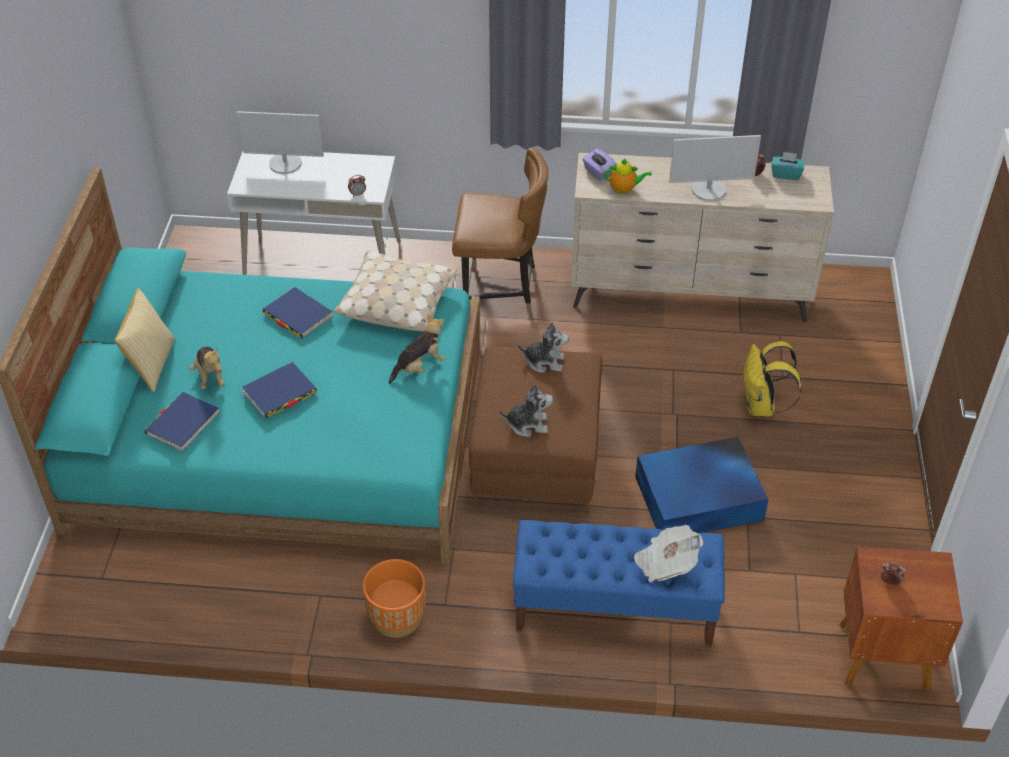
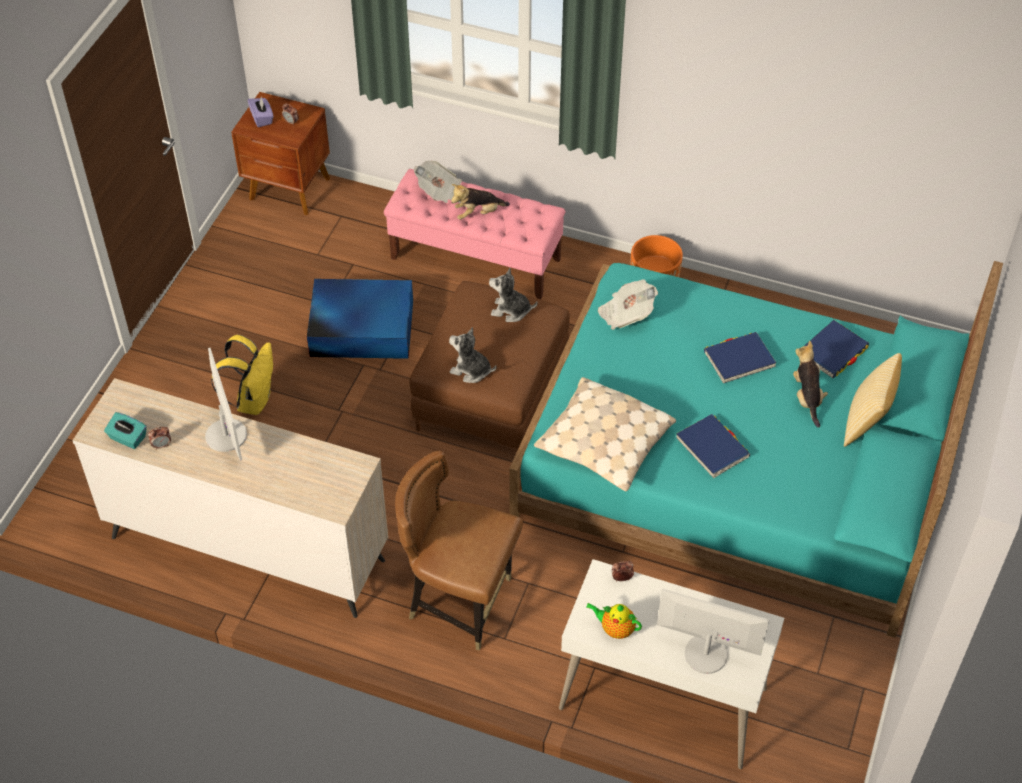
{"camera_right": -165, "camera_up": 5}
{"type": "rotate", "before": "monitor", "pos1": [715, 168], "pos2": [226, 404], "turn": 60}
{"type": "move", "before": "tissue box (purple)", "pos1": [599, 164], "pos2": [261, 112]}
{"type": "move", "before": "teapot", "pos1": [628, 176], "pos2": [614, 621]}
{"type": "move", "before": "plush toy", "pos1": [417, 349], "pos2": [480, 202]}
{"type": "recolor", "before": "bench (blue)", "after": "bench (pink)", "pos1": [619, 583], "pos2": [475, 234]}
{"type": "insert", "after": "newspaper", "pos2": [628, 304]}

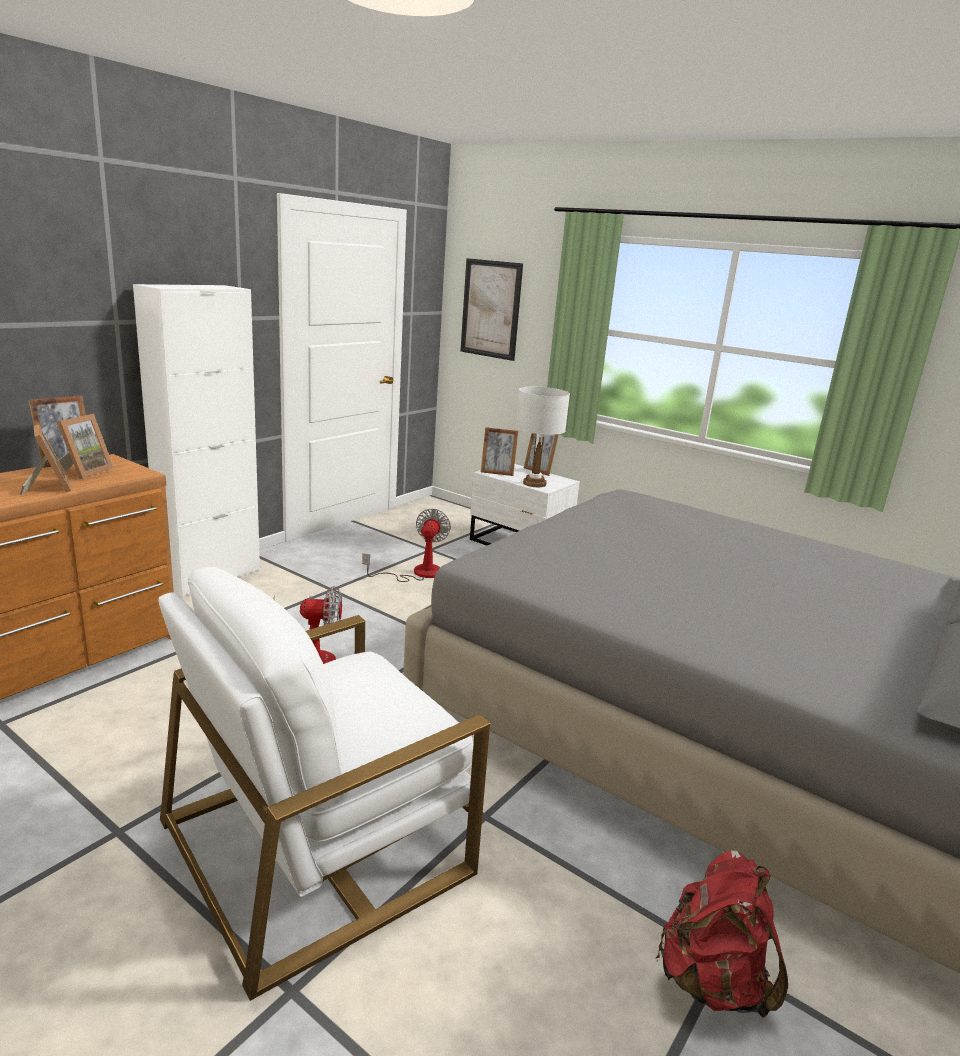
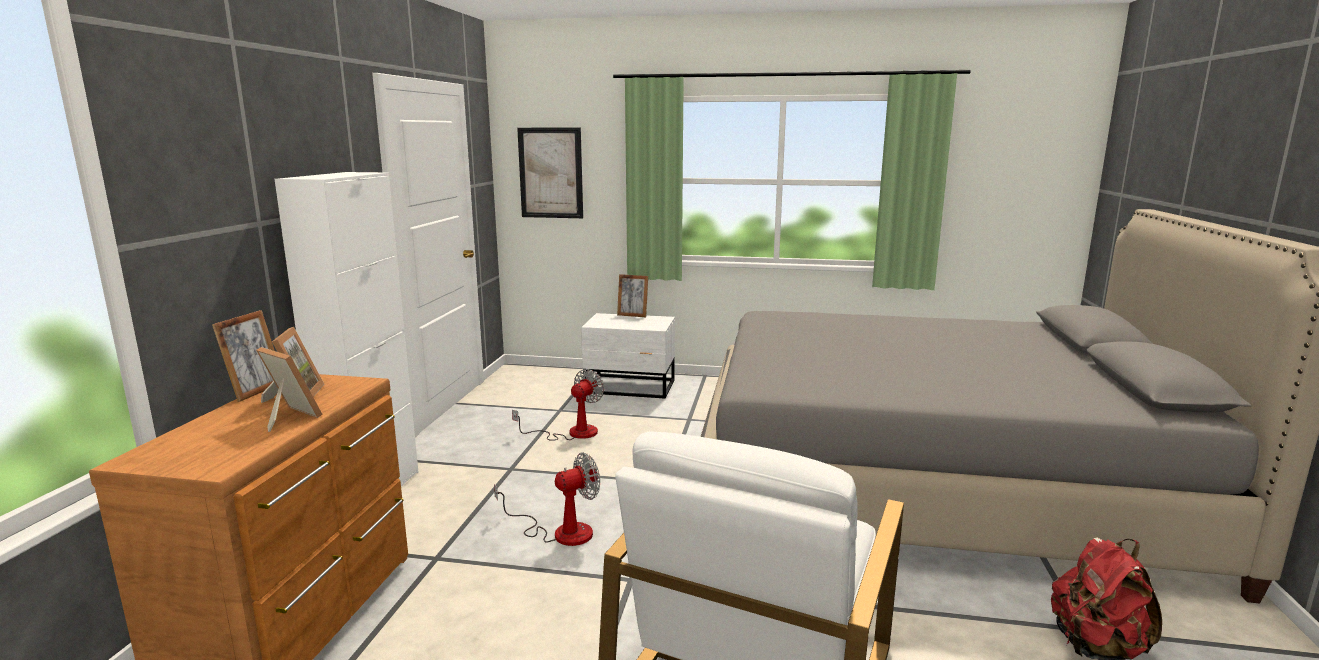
{"camera_right": -25, "camera_up": -5}
{"type": "delete", "before": "table lamp (white)", "pos1": [543, 437]}
{"type": "delete", "before": "picture frame", "pos1": [499, 451]}
{"type": "rotate", "before": "fan", "pos1": [406, 545], "pos2": [558, 405], "turn": 45}

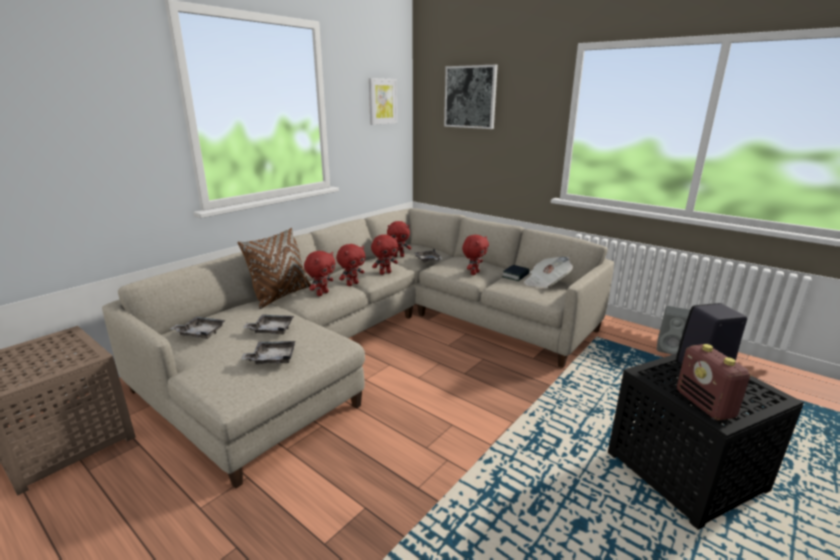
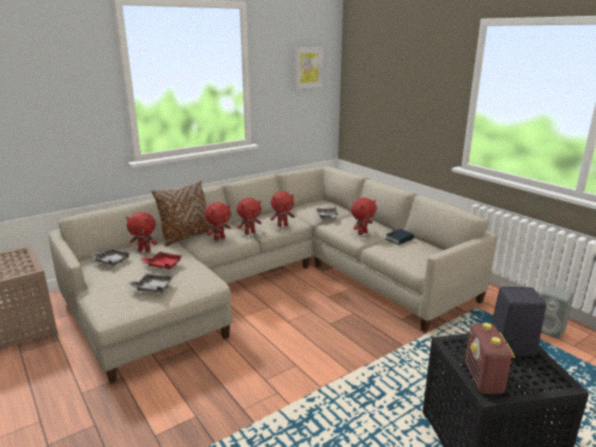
{"camera_right": 15, "camera_up": 0}
{"type": "delete", "before": "picture", "pos1": [471, 97]}
{"type": "move", "before": "plush toy (red)", "pos1": [399, 239], "pos2": [141, 232]}
{"type": "delete", "before": "newspaper", "pos1": [548, 272]}
{"type": "recolor", "before": "tray (grey)", "after": "tray (red)", "pos1": [268, 324], "pos2": [161, 261]}

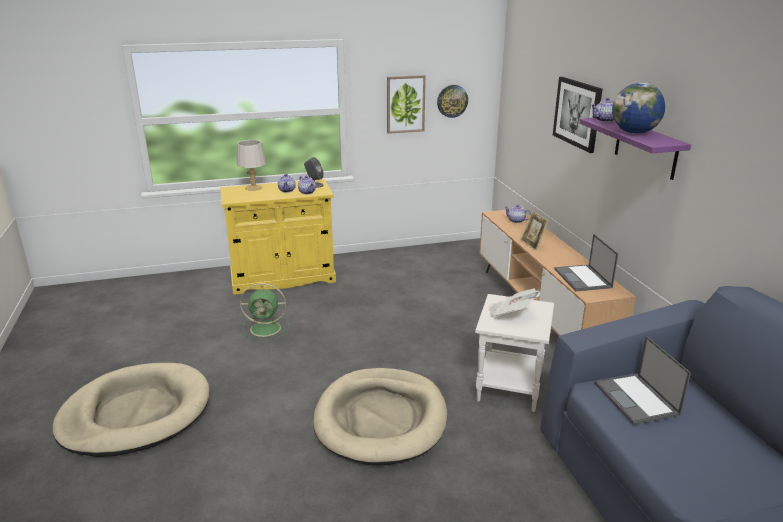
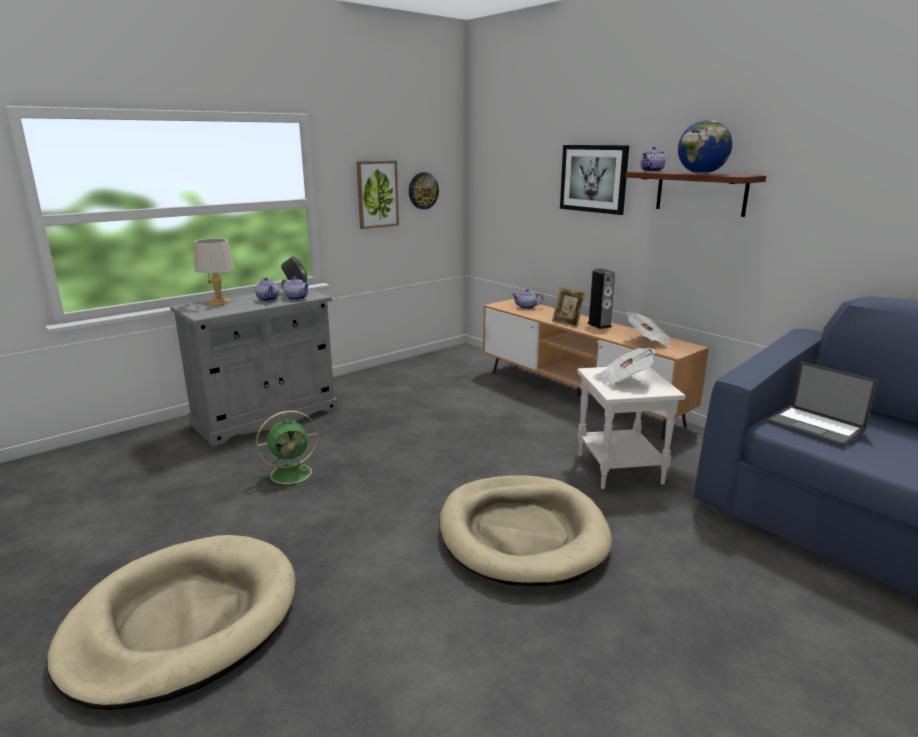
{"camera_right": -25, "camera_up": -5}
{"type": "recolor", "before": "shelf (purple)", "after": "shelf (brown)", "pos1": [635, 149], "pos2": [695, 194]}
{"type": "recolor", "before": "cabinet (yellow)", "after": "cabinet (grey)", "pos1": [278, 237], "pos2": [254, 367]}
{"type": "replace", "before": "laptop", "after": "newspaper", "pos1": [586, 262], "pos2": [648, 329]}
{"type": "insert", "after": "speaker", "pos2": [601, 298]}

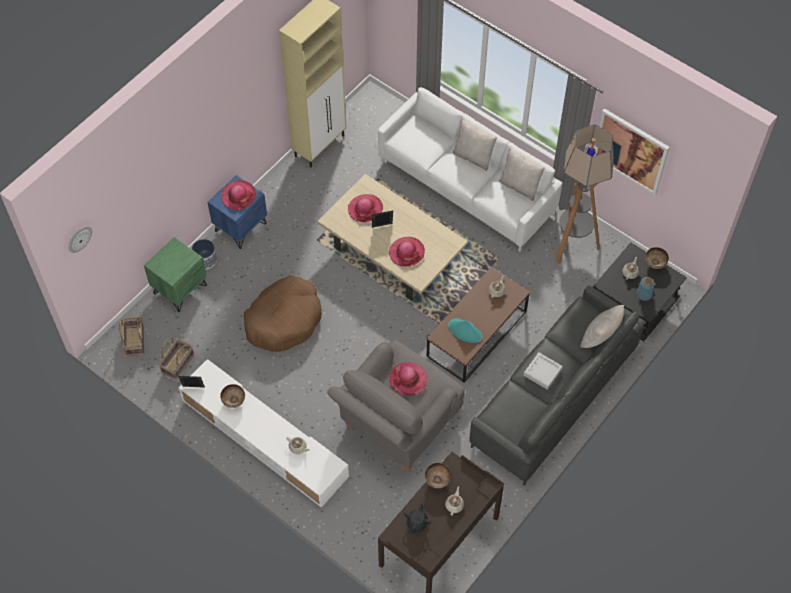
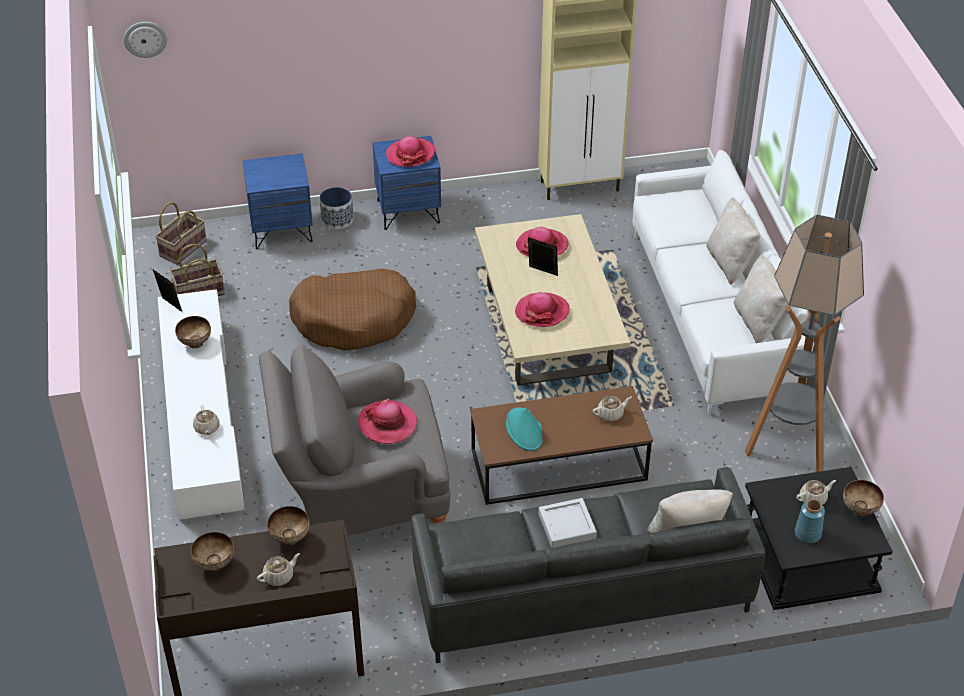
{"camera_right": 40, "camera_up": -15}
{"type": "delete", "before": "picture", "pos1": [632, 152]}
{"type": "recolor", "before": "nightstand (green)", "after": "nightstand (blue)", "pos1": [175, 274], "pos2": [278, 201]}
{"type": "replace", "before": "teapot (black)", "after": "bowl", "pos1": [417, 518], "pos2": [212, 551]}

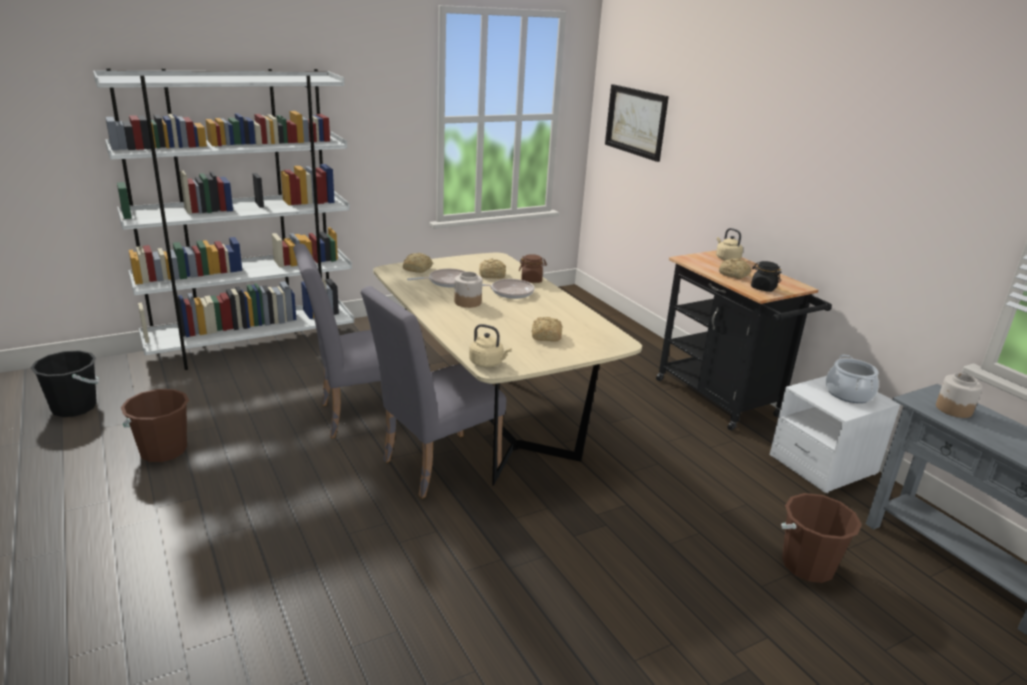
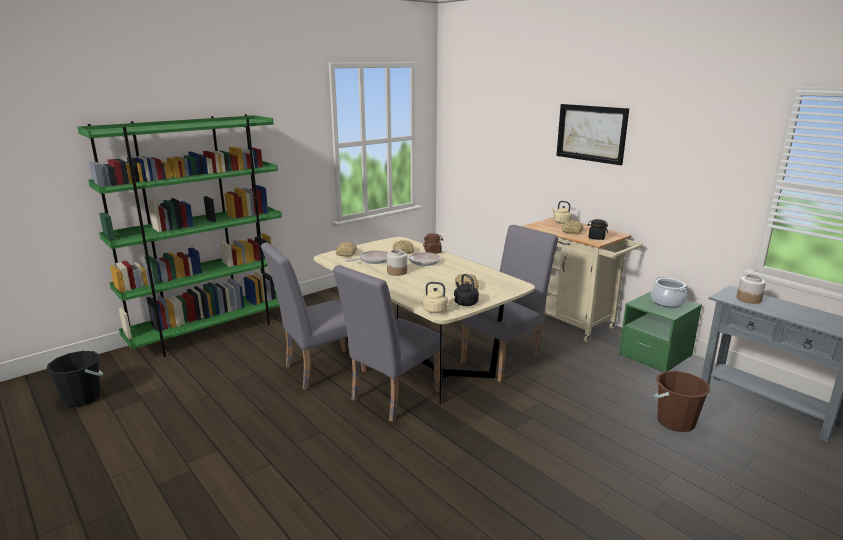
{"camera_right": -10, "camera_up": -5}
{"type": "recolor", "before": "bookcase (white)", "after": "bookcase (green)", "pos1": [223, 219], "pos2": [180, 235]}
{"type": "move", "before": "picture", "pos1": [637, 123], "pos2": [592, 134]}
{"type": "recolor", "before": "cart (black)", "after": "cart (beige)", "pos1": [744, 340], "pos2": [583, 279]}
{"type": "recolor", "before": "nightstand (white)", "after": "nightstand (green)", "pos1": [835, 434], "pos2": [660, 332]}
{"type": "delete", "before": "bucket (brown)", "pos1": [155, 425]}
{"type": "insert", "after": "chair (grey)", "pos2": [509, 303]}
{"type": "insert", "after": "kettle (black)", "pos2": [466, 290]}

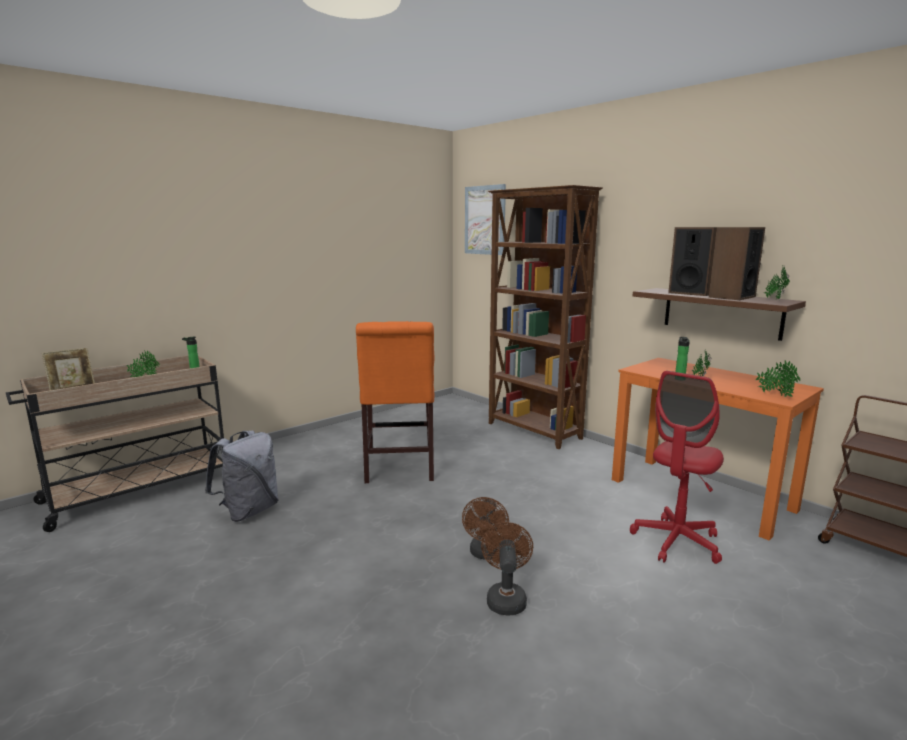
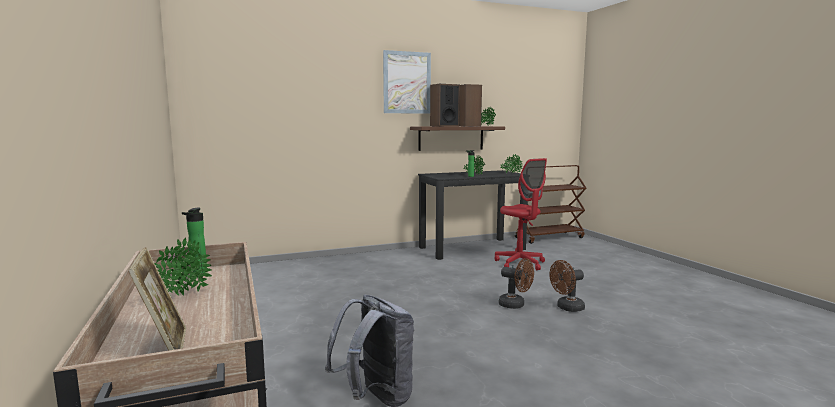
{"camera_right": -70, "camera_up": -5}
{"type": "move", "before": "picture", "pos1": [485, 219], "pos2": [407, 82]}
{"type": "delete", "before": "bookcase (brown)", "pos1": [545, 317]}
{"type": "delete", "before": "chair (orange)", "pos1": [395, 402]}
{"type": "recolor", "before": "desk (orange)", "after": "desk (black)", "pos1": [718, 449], "pos2": [473, 215]}
{"type": "rotate", "before": "fan (brown)", "pos1": [507, 568], "pos2": [567, 286], "turn": -45}

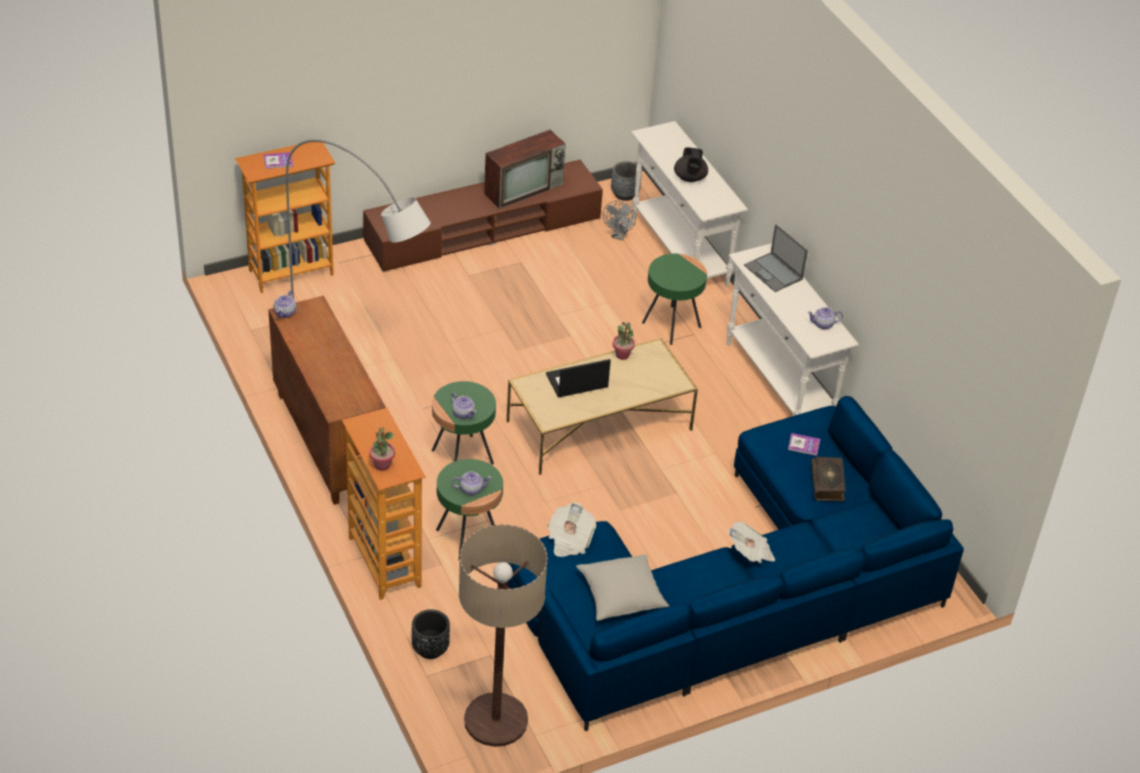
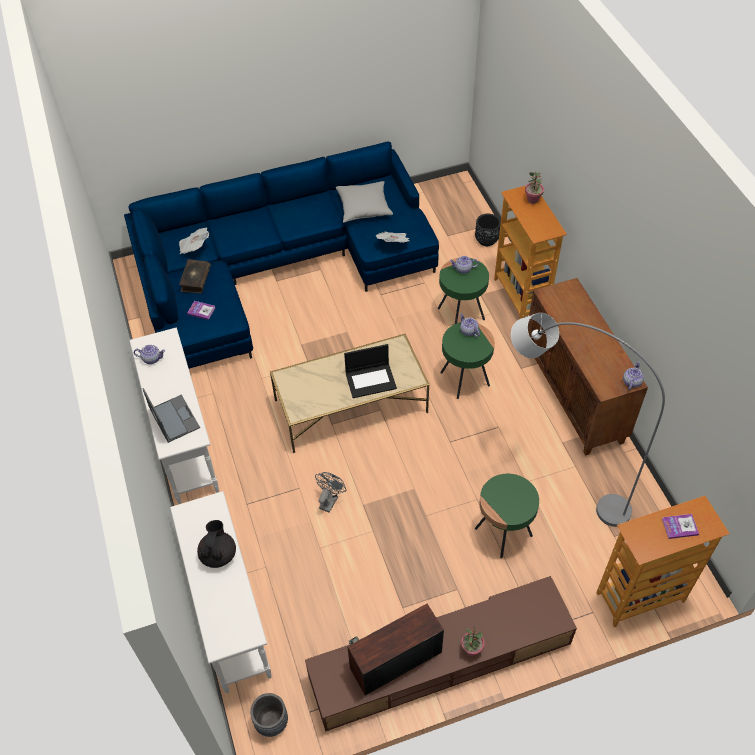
{"camera_right": -170, "camera_up": 10}
{"type": "move", "before": "fan (grey)", "pos1": [619, 220], "pos2": [330, 492]}
{"type": "move", "before": "side table (green)", "pos1": [674, 299], "pos2": [507, 516]}
{"type": "move", "before": "potted plant", "pos1": [624, 341], "pos2": [472, 641]}
{"type": "move", "before": "newspaper", "pos1": [751, 542], "pos2": [194, 241]}
{"type": "delete", "before": "floor lamp", "pos1": [503, 636]}

